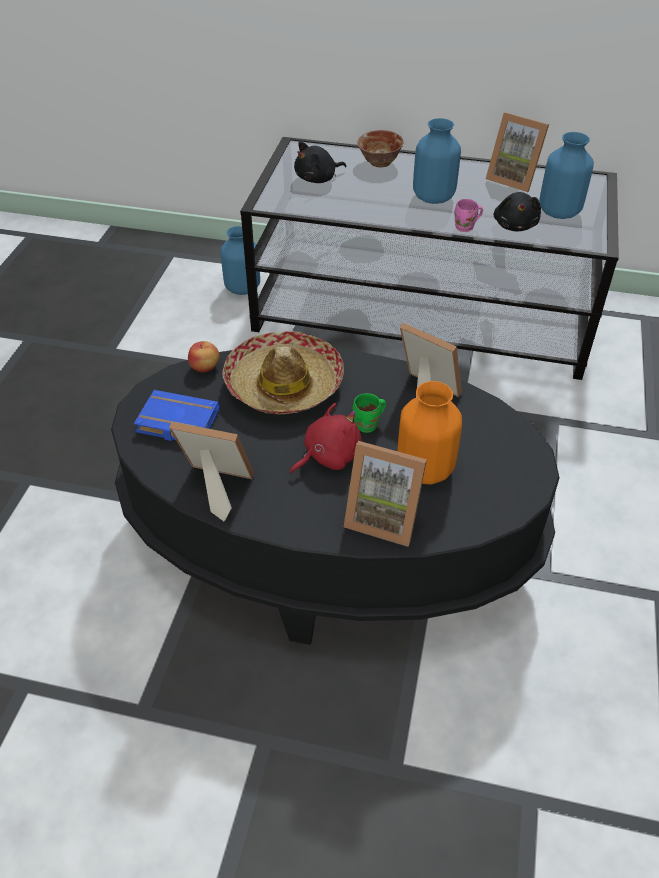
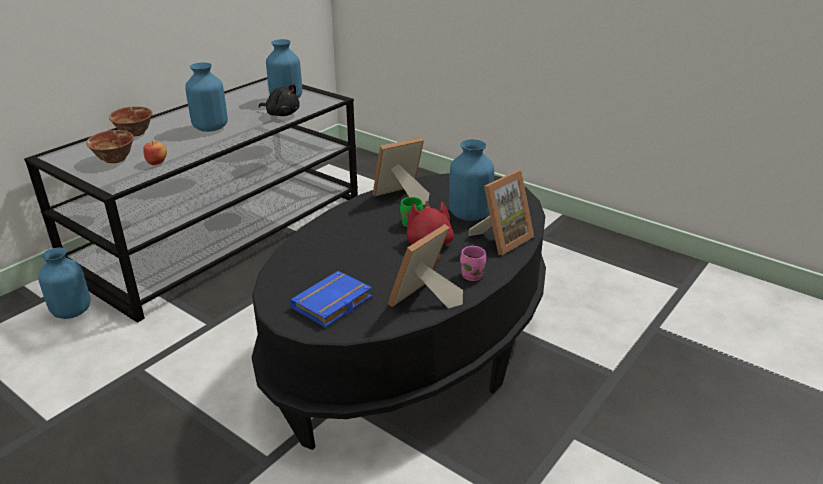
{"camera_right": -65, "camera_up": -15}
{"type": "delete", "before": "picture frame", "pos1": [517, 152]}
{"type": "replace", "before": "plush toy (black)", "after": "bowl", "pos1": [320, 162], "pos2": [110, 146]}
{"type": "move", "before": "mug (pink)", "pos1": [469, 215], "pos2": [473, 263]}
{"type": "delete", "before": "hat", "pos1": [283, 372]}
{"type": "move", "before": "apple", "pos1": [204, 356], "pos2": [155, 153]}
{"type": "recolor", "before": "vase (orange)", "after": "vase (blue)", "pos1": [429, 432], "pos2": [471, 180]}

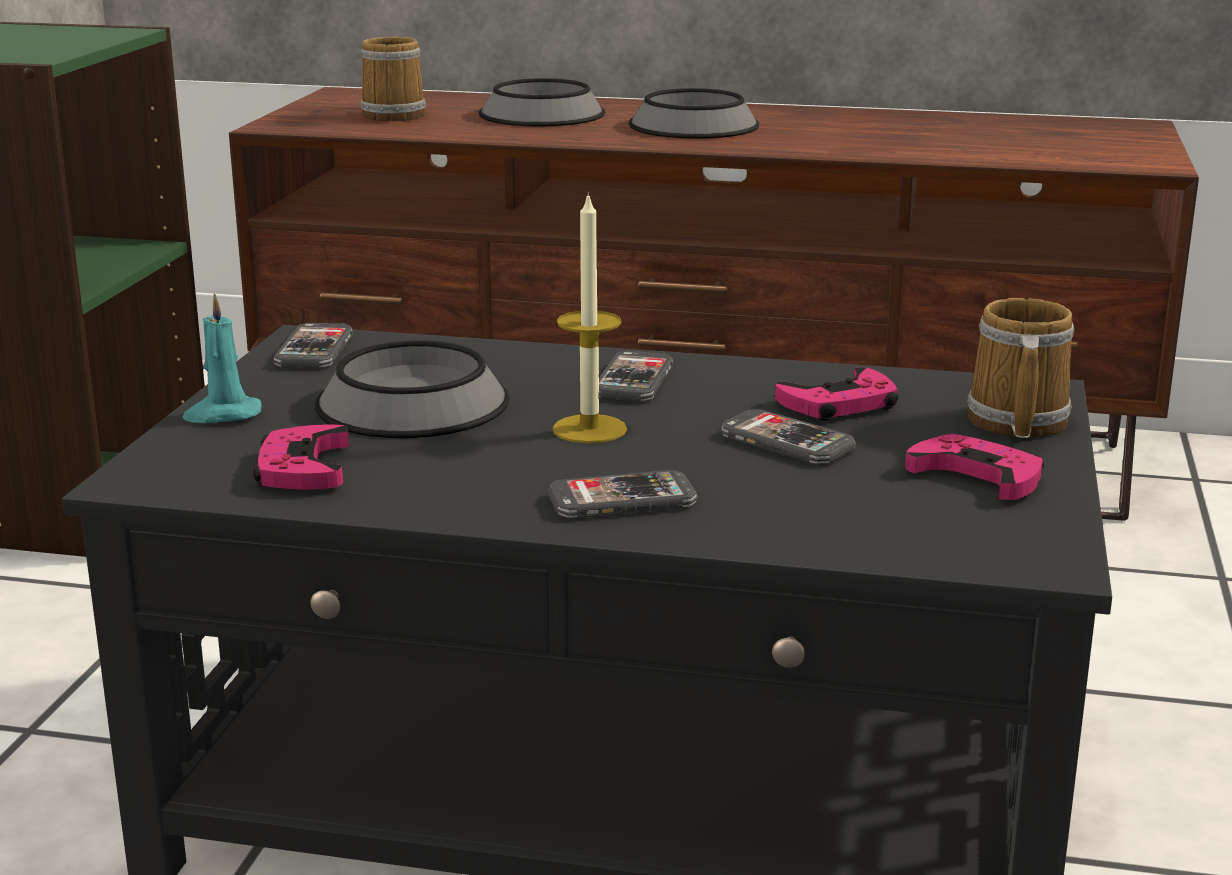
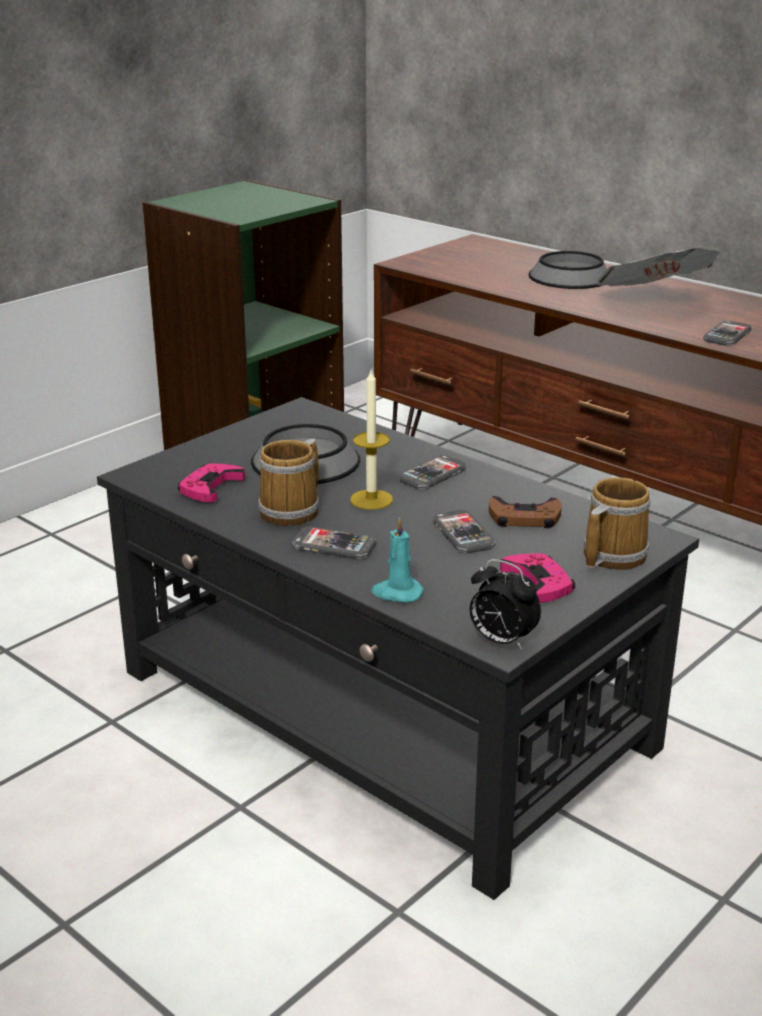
{"camera_right": 30, "camera_up": 5}
{"type": "move", "before": "mug", "pos1": [393, 79], "pos2": [288, 482]}
{"type": "replace", "before": "bowl", "after": "newspaper", "pos1": [693, 113], "pos2": [658, 267]}
{"type": "move", "before": "candle (turquoise)", "pos1": [222, 358], "pos2": [397, 560]}
{"type": "move", "before": "phone", "pos1": [313, 346], "pos2": [727, 333]}
{"type": "recolor", "before": "game controller (pink)", "after": "game controller (brown)", "pos1": [836, 394], "pos2": [525, 512]}
{"type": "insert", "after": "alarm clock", "pos2": [505, 604]}

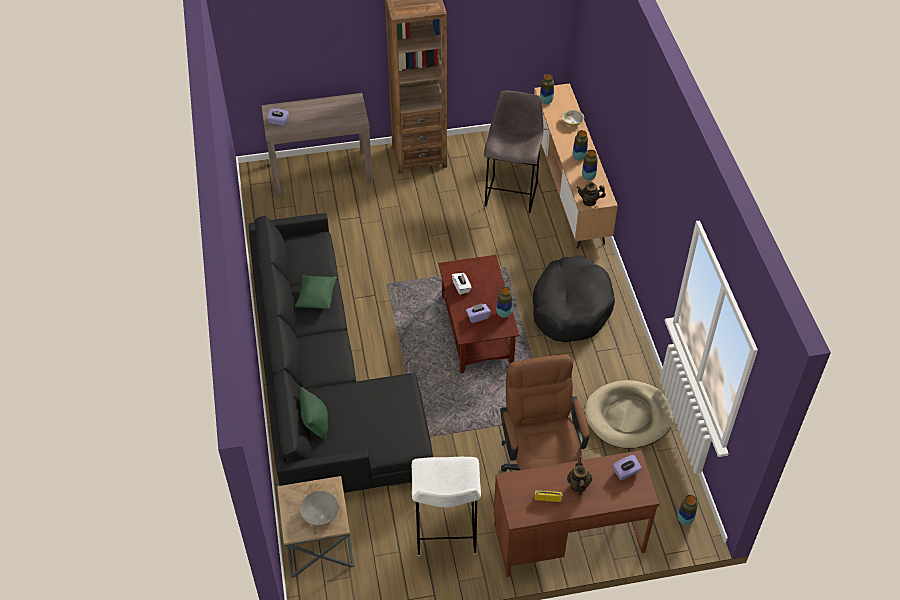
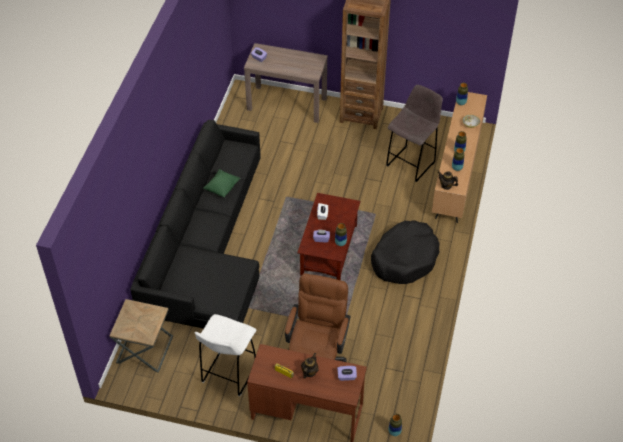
{"camera_right": 25, "camera_up": 0}
{"type": "delete", "before": "dog bed (beige)", "pos1": [629, 414]}
{"type": "delete", "before": "pillow (green)", "pos1": [314, 413]}
{"type": "delete", "before": "bowl (grey)", "pos1": [319, 508]}

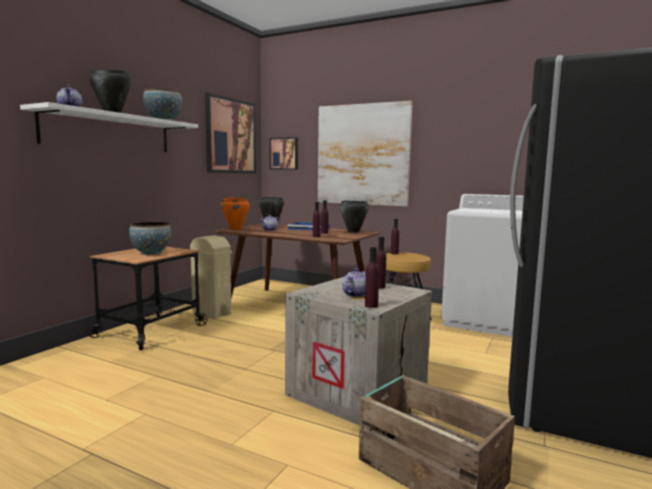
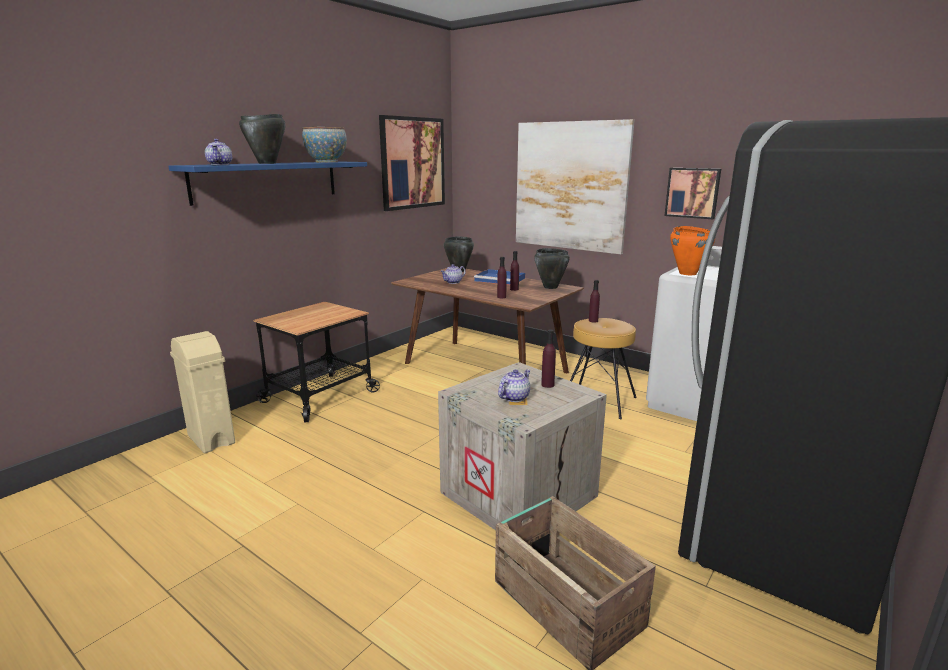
{"camera_right": 10, "camera_up": 10}
{"type": "recolor", "before": "shelf (white)", "after": "shelf (blue)", "pos1": [109, 127], "pos2": [267, 184]}
{"type": "move", "before": "picture", "pos1": [284, 153], "pos2": [692, 193]}
{"type": "move", "before": "cooking pot (orange)", "pos1": [235, 213], "pos2": [692, 250]}
{"type": "delete", "before": "bowl", "pos1": [150, 238]}
{"type": "move", "before": "trash can (beige)", "pos1": [211, 277], "pos2": [202, 392]}
{"type": "delete", "before": "bottle (purple)", "pos1": [372, 277]}

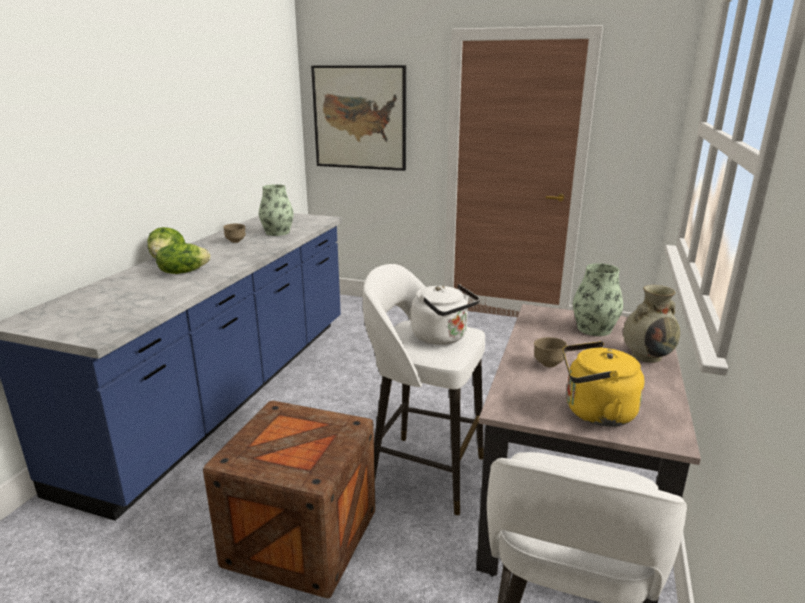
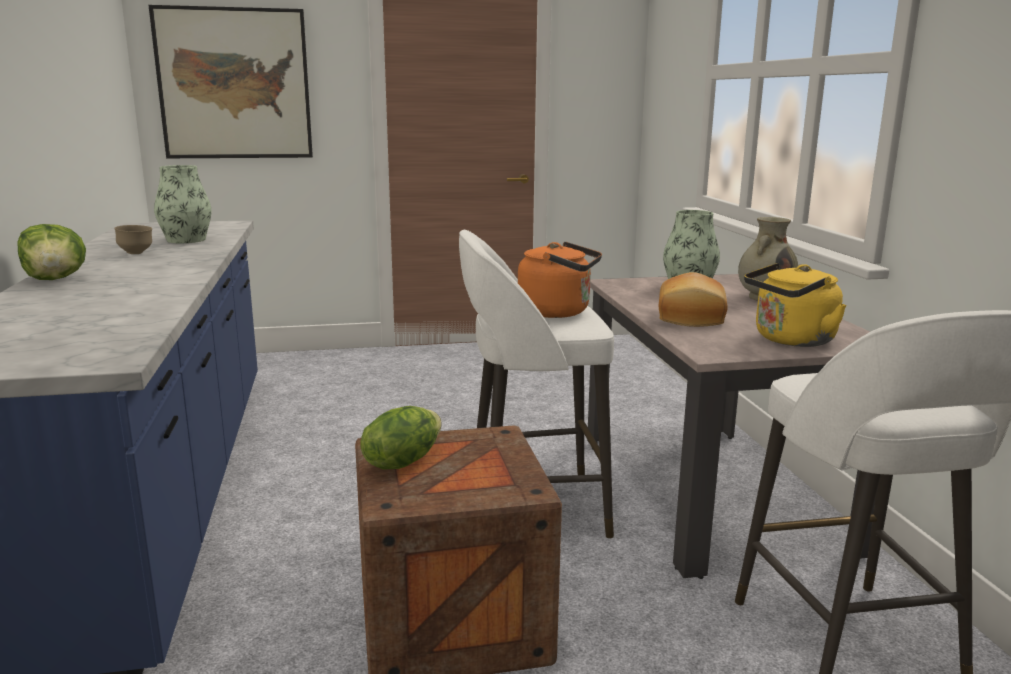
{"camera_right": -30, "camera_up": -5}
{"type": "move", "before": "lettuce", "pos1": [183, 258], "pos2": [401, 437]}
{"type": "recolor", "before": "kettle (white)", "after": "kettle (orange)", "pos1": [445, 314], "pos2": [560, 280]}
{"type": "replace", "before": "bowl (brown)", "after": "bread", "pos1": [550, 352], "pos2": [693, 299]}

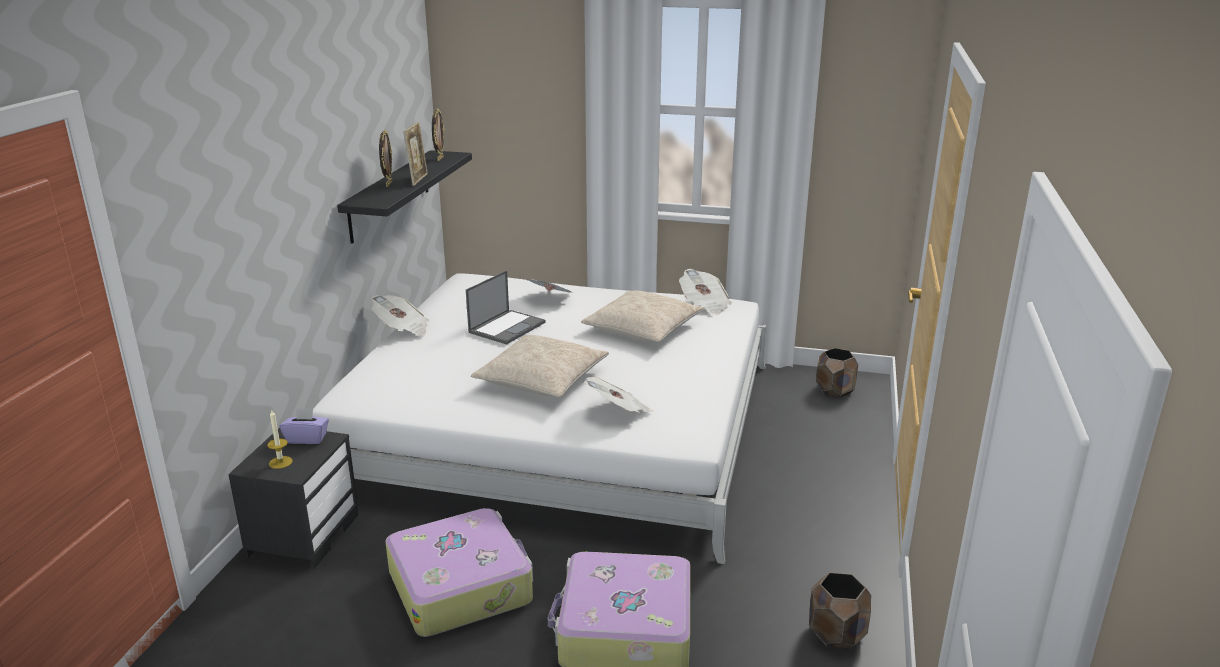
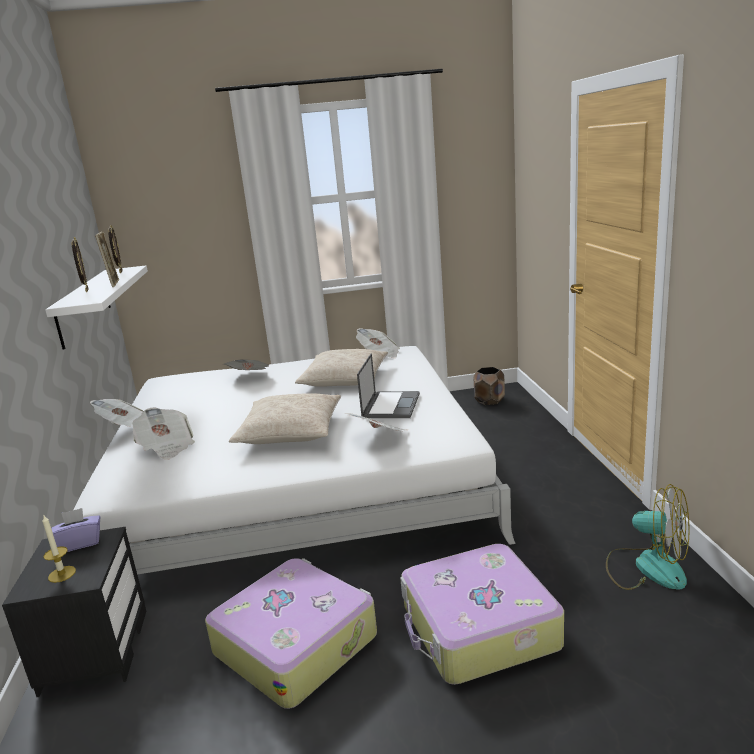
{"camera_right": -20, "camera_up": -5}
{"type": "recolor", "before": "shelf (black)", "after": "shelf (white)", "pos1": [404, 197], "pos2": [96, 307]}
{"type": "move", "before": "laptop", "pos1": [506, 308], "pos2": [388, 385]}
{"type": "replace", "before": "planter (brown)", "after": "fan", "pos1": [840, 610], "pos2": [648, 537]}
{"type": "insert", "after": "newspaper", "pos2": [163, 433]}

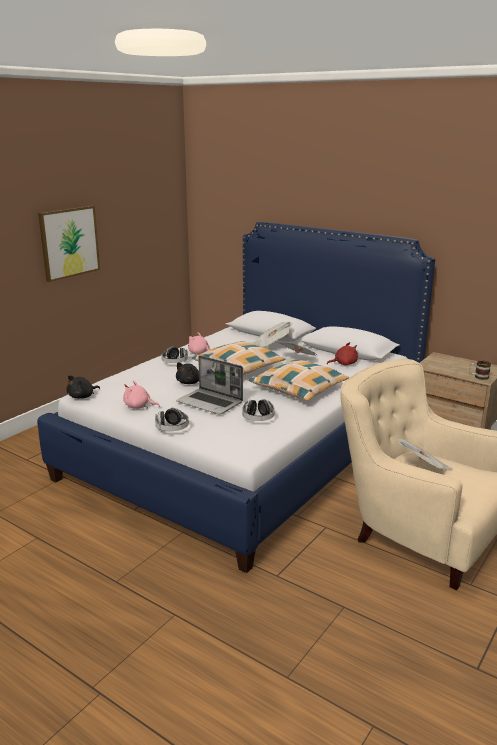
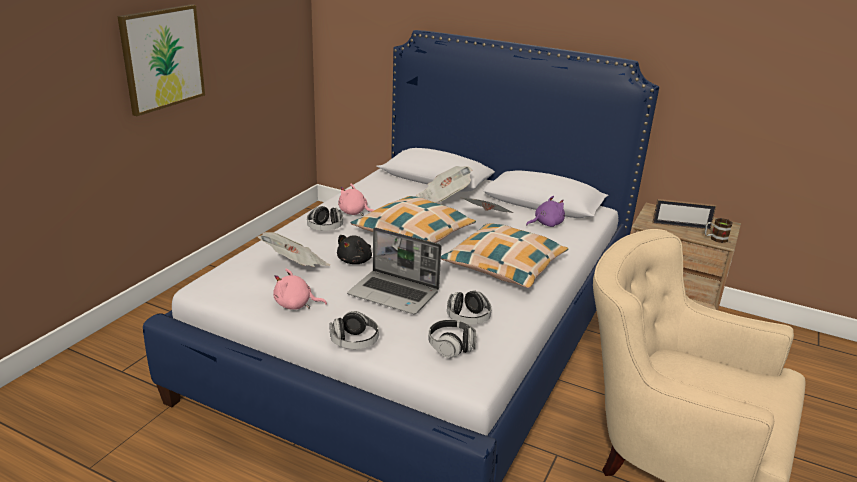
{"camera_right": -10, "camera_up": 5}
{"type": "recolor", "before": "plush toy (red)", "after": "plush toy (purple)", "pos1": [342, 353], "pos2": [545, 211]}
{"type": "delete", "before": "plush toy (black)", "pos1": [83, 387]}
{"type": "move", "before": "newspaper", "pos1": [425, 454], "pos2": [293, 249]}
{"type": "insert", "after": "picture frame", "pos2": [684, 214]}
{"type": "insert", "after": "headphones", "pos2": [452, 339]}

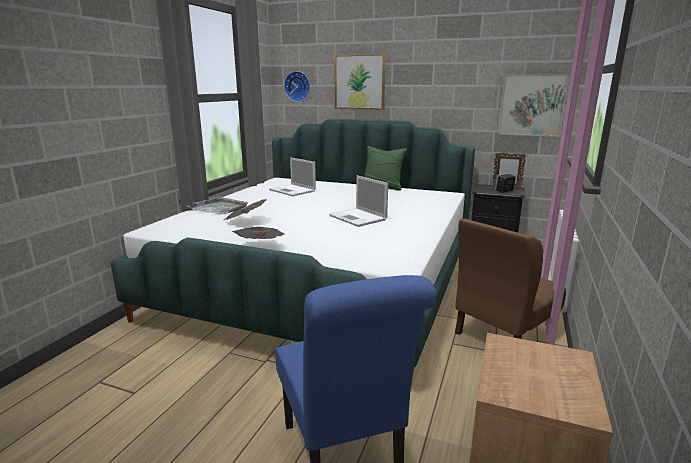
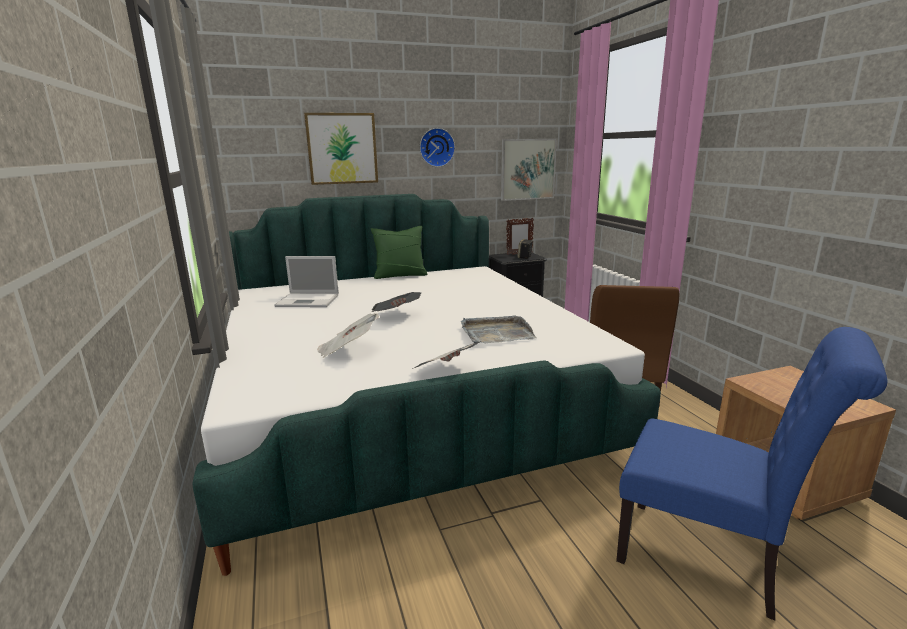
{"camera_right": -40, "camera_up": 0}
{"type": "move", "before": "wall clock", "pos1": [297, 86], "pos2": [437, 147]}
{"type": "delete", "before": "laptop", "pos1": [358, 201]}
{"type": "move", "before": "tray (grey)", "pos1": [217, 205], "pos2": [499, 329]}
{"type": "insert", "after": "newspaper", "pos2": [396, 302]}

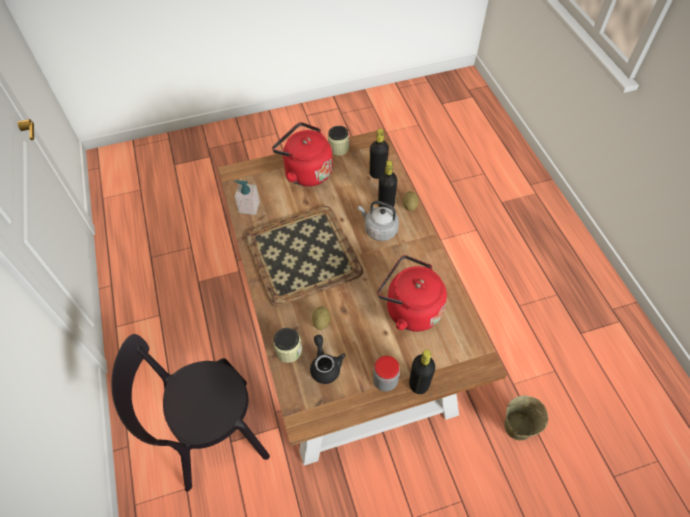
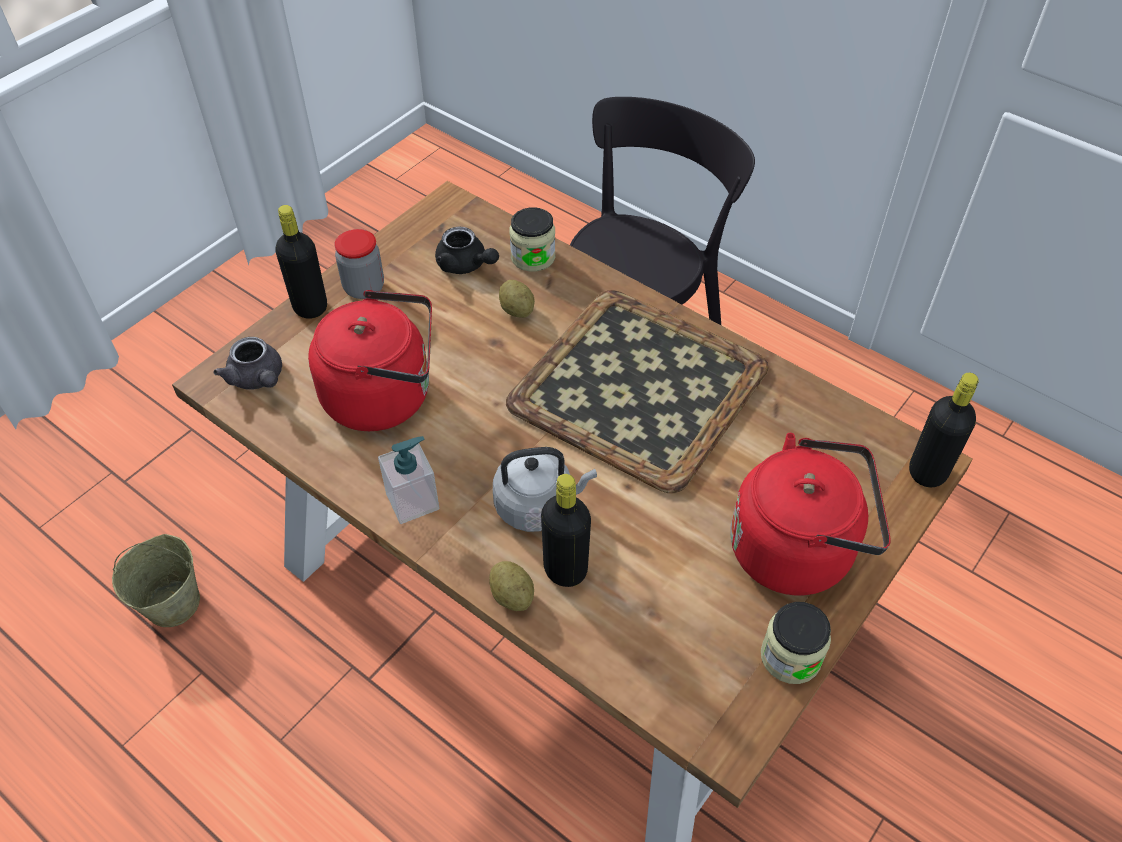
{"camera_right": 145, "camera_up": -5}
{"type": "move", "before": "bottle (black)", "pos1": [379, 154], "pos2": [944, 430]}
{"type": "move", "before": "soap dispenser", "pos1": [247, 197], "pos2": [408, 480]}
{"type": "insert", "after": "teapot (grey)", "pos2": [248, 363]}

